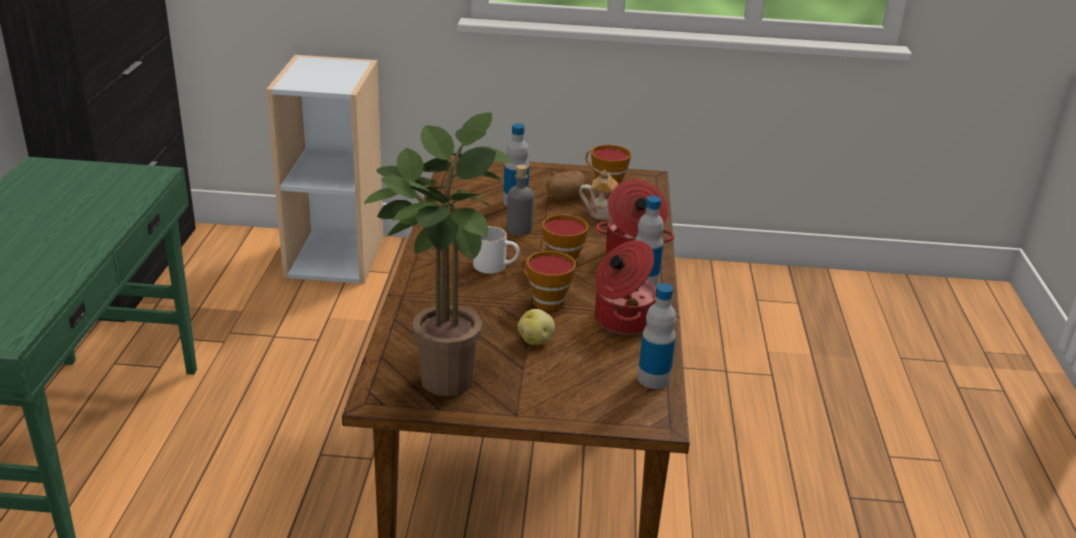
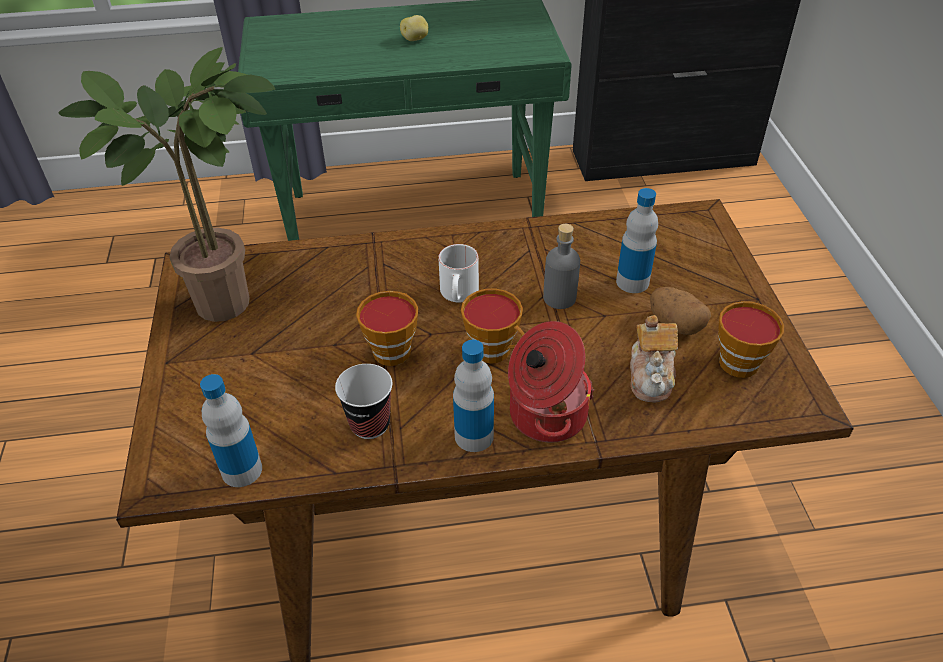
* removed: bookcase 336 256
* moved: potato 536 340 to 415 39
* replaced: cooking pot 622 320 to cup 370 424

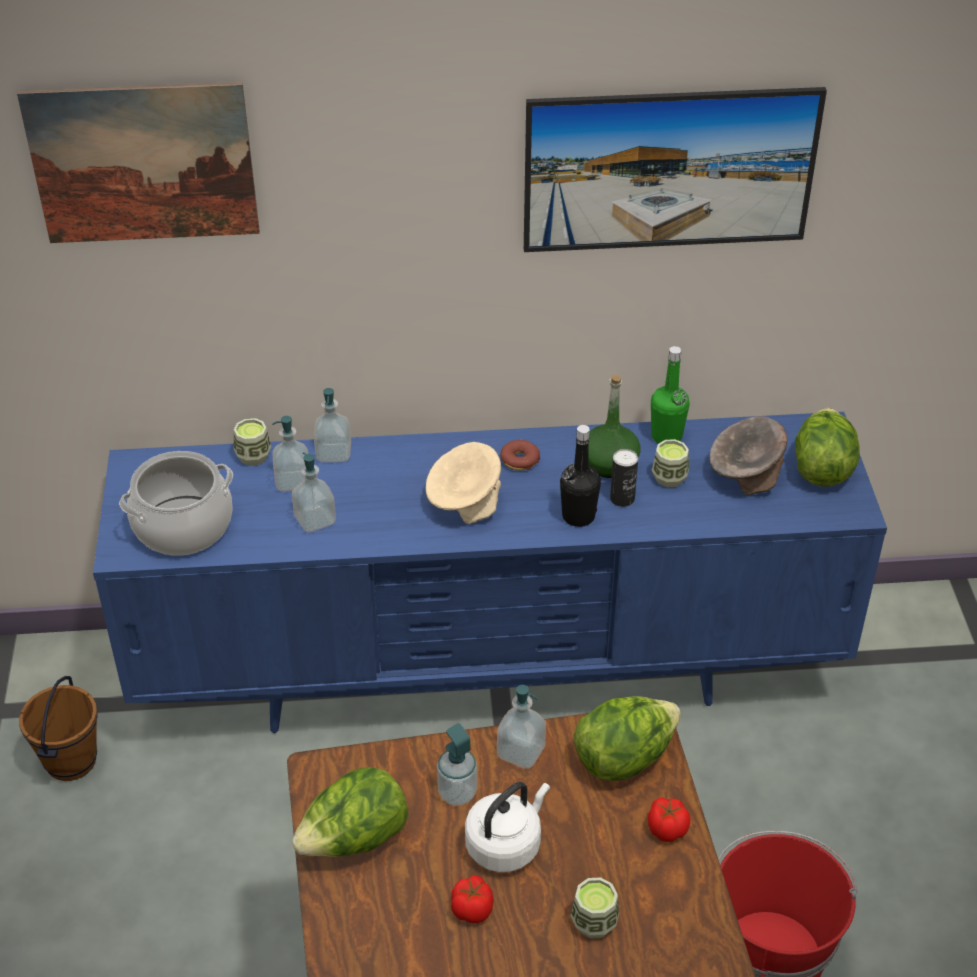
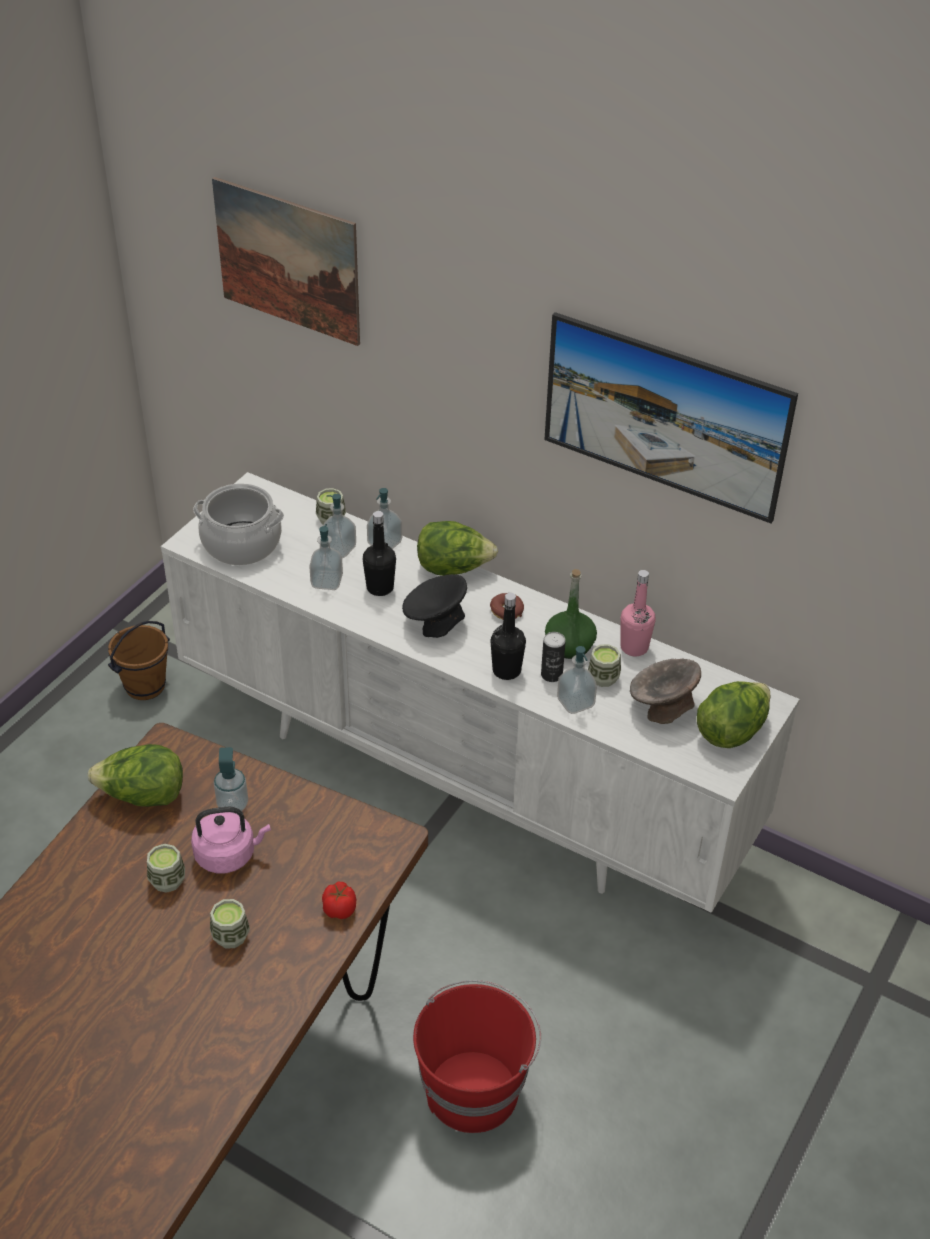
* recoloured: blue cabinet 491 670 to white cabinet 465 778
* recoloured: beige bowl 464 506 to black bowl 434 623
* replaced: tomato 472 908 to cup 167 880
* recoloured: white kettle 506 844 to pink kettle 228 855
* moved: soap dispenser 521 752 to 575 702
* moved: lettuce 624 758 to 453 568
* recoloured: green bottle 666 436 to pink bottle 634 647
* added: black bottle 380 588

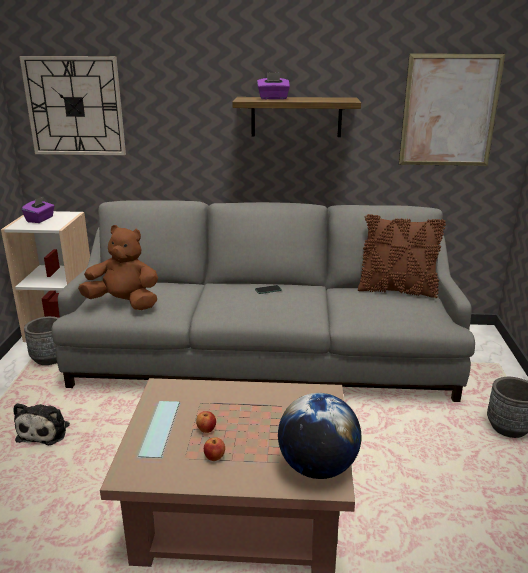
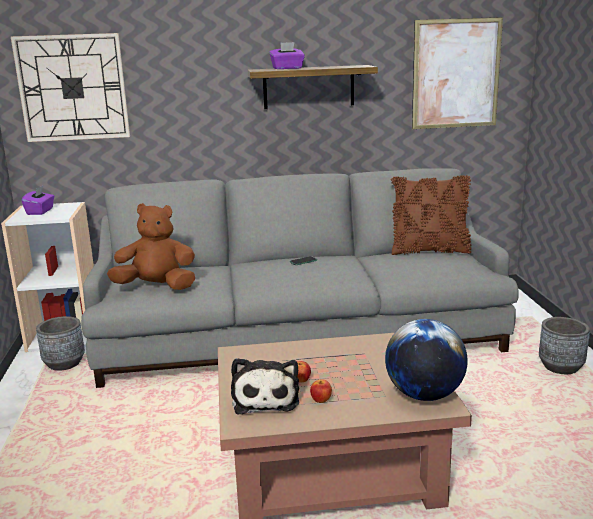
* moved: plush toy 45 431 to 265 398

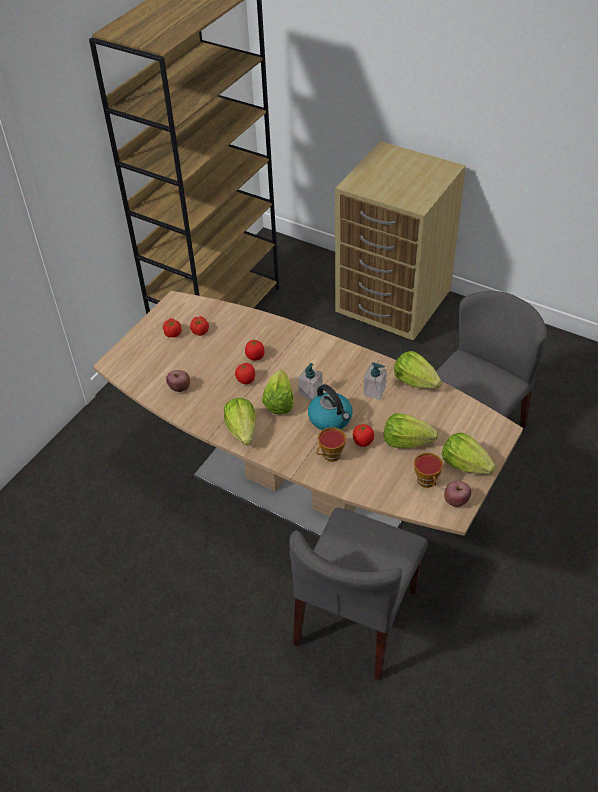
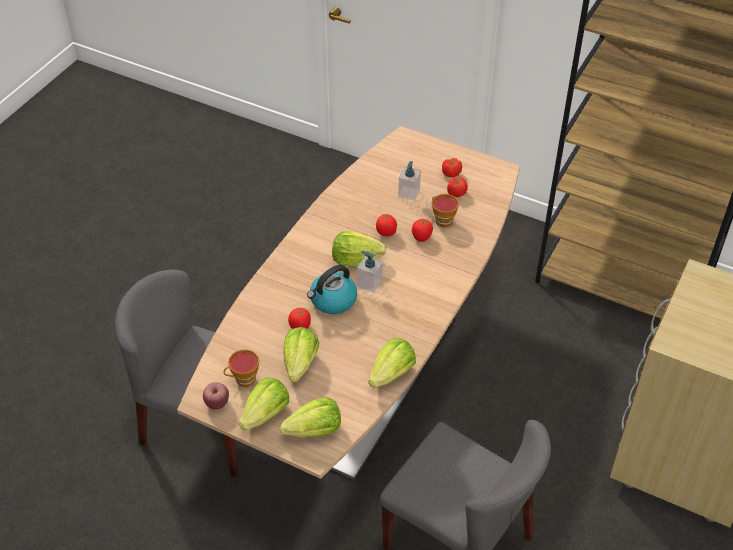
* removed: apple 179 388
* moved: lettuce 242 430 to 315 431
* moved: cup 330 456 to 442 220
* moved: soap dispenser 374 391 to 409 193

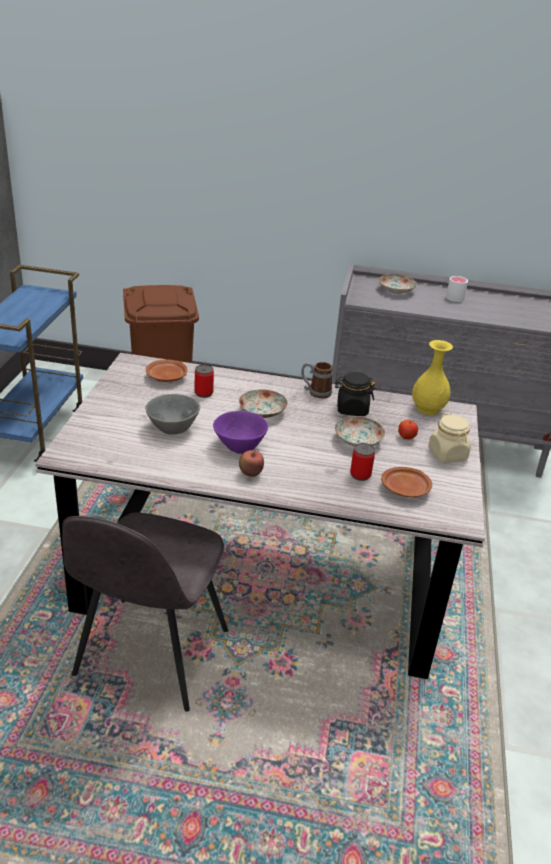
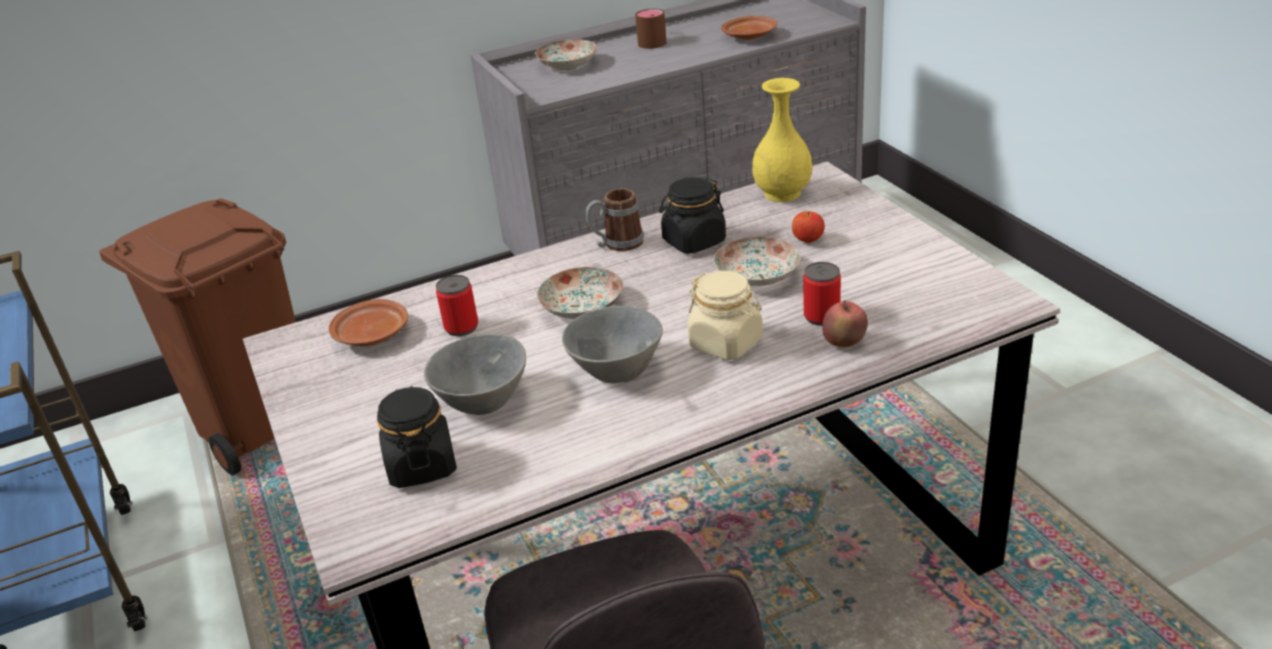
* recoloured: purple bowl 240 445 to grey bowl 616 368
* moved: apple 250 474 to 844 343
* moved: brown plate 406 489 to 750 36
* moved: beige jar 447 454 to 726 343
* recoloured: white mug 457 296 to brown mug 652 41
* added: black jar 421 465

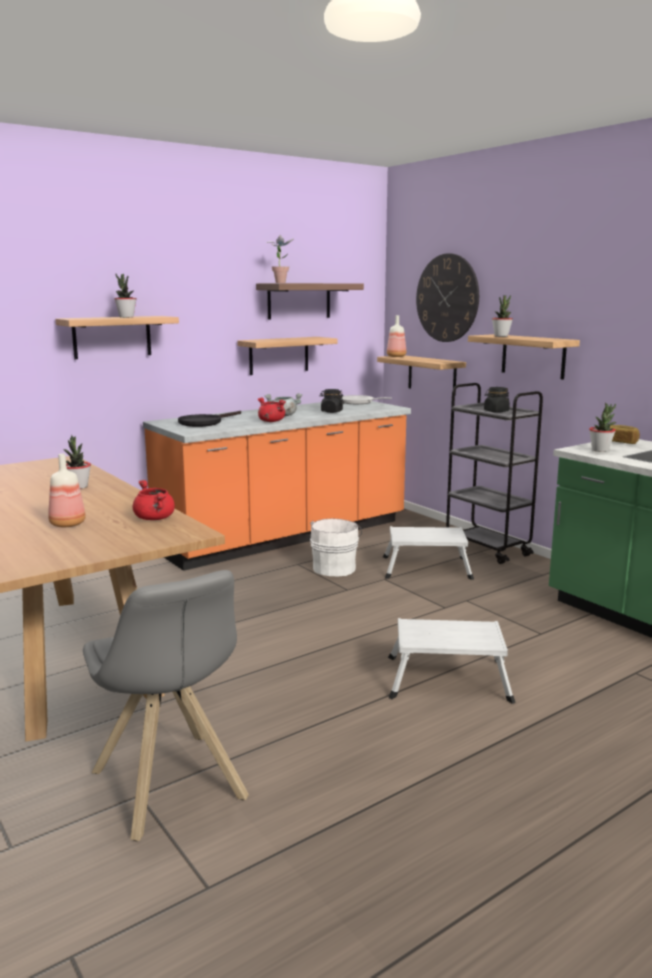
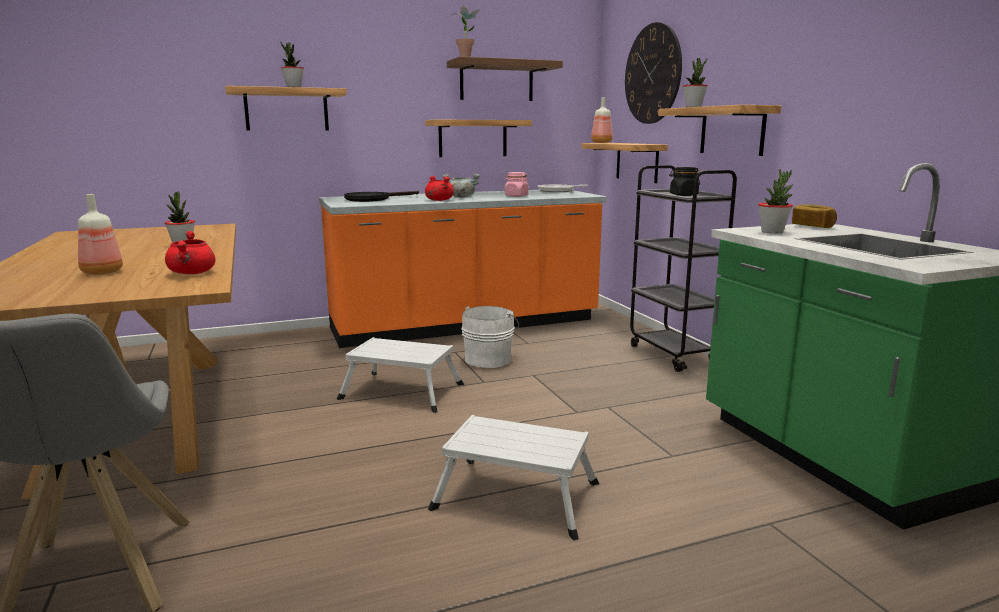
* recoloured: black jar 331 411 to pink jar 516 196
* moved: white step ladder 427 567 to 402 391

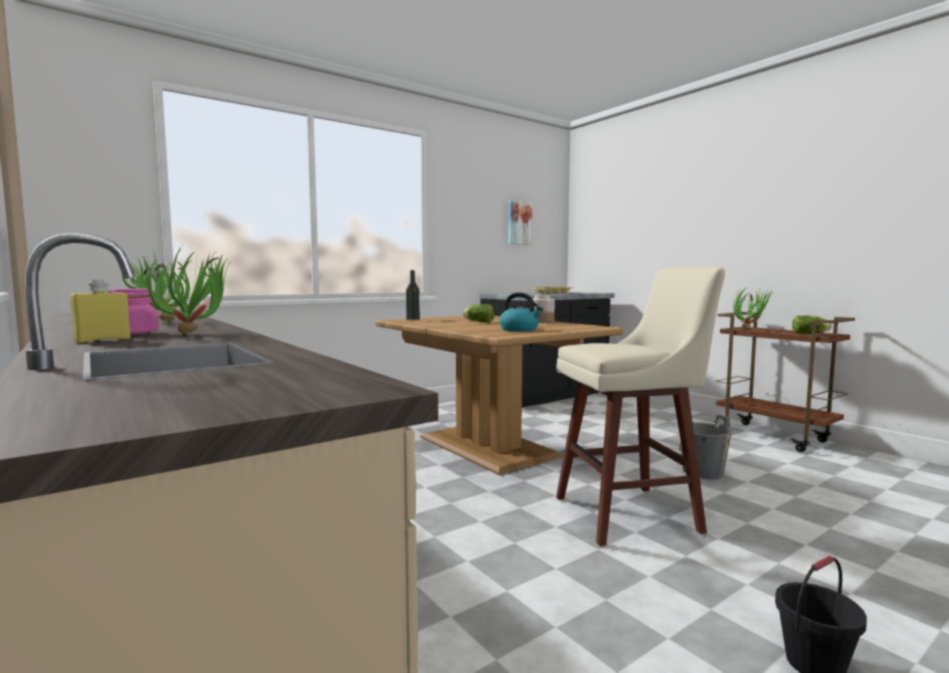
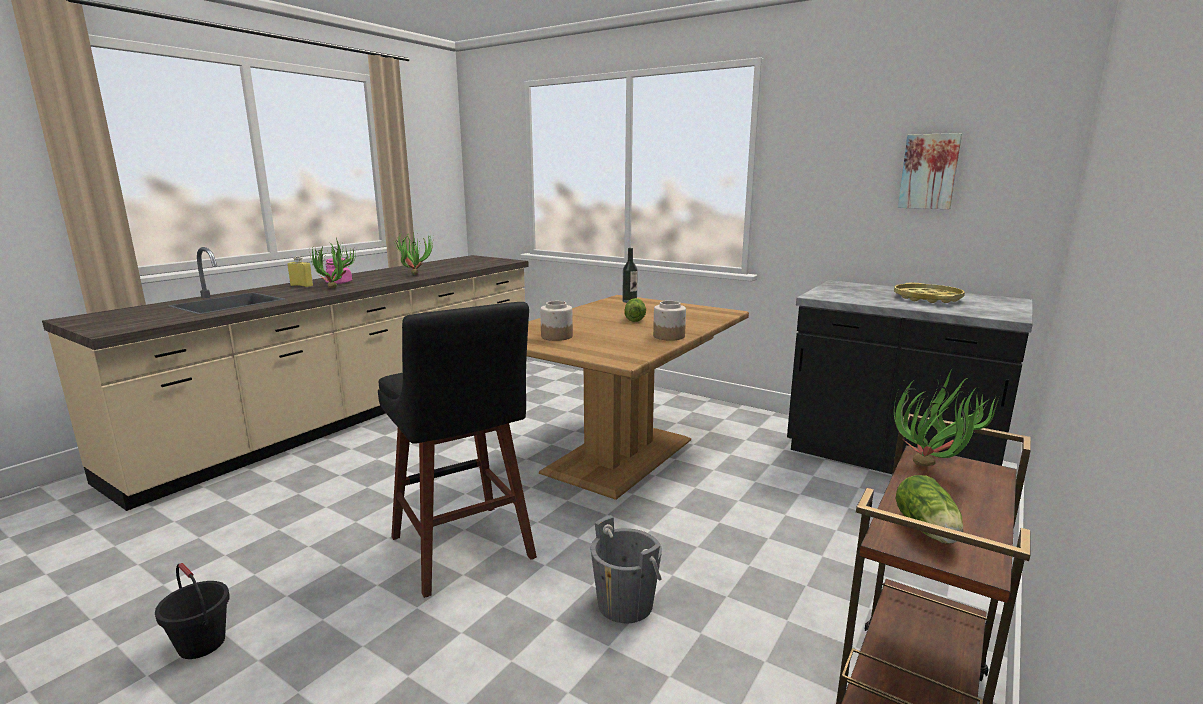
* replaced: kettle 520 329 to jar 557 336
* recoloured: beige stool 630 515 to black stool 462 550

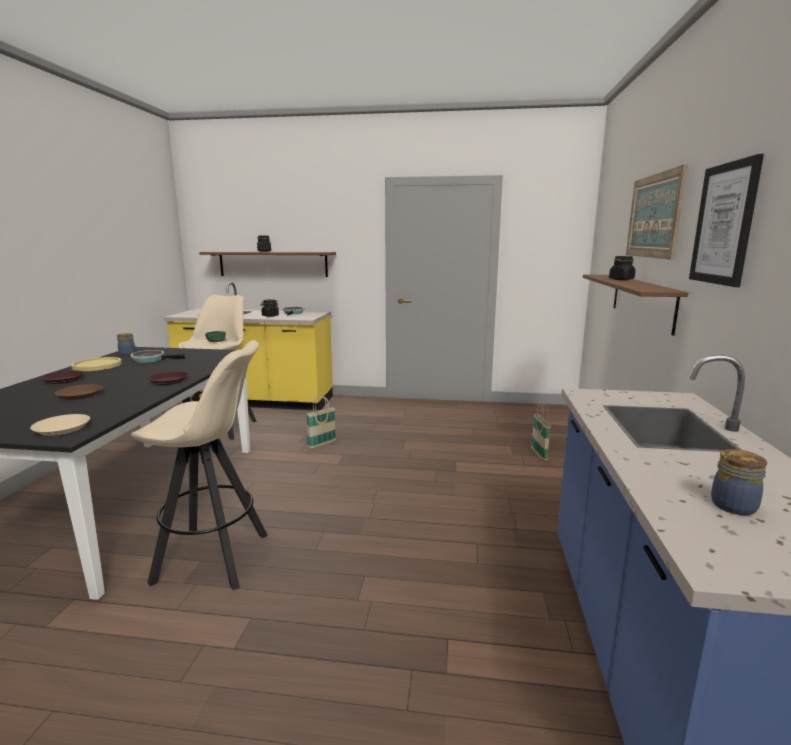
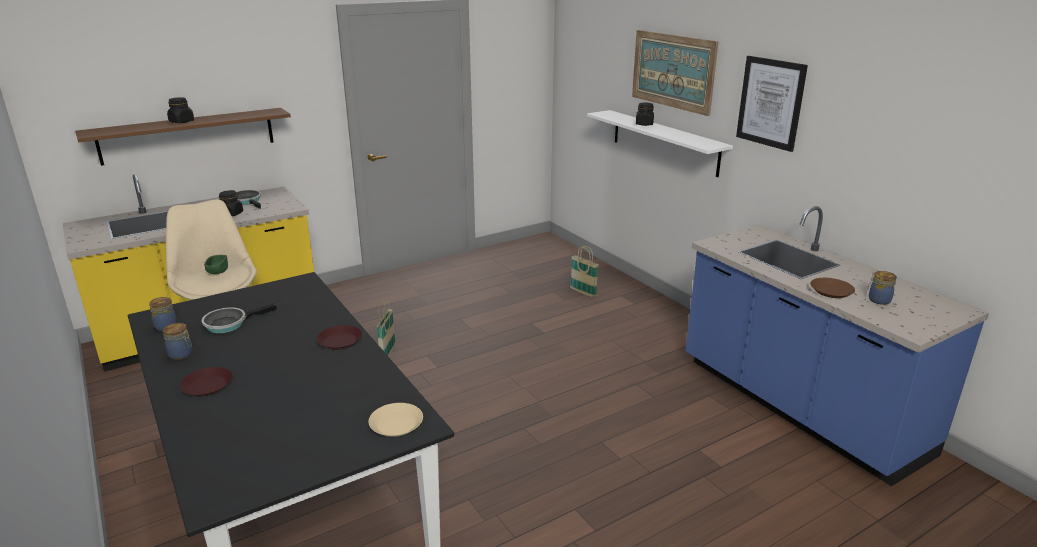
* moved: brown plate 80 395 to 831 291
* replaced: yellow plate 97 365 to jar 181 354
* removed: beige stool 215 558
* recoloured: brown shelf 641 300 to white shelf 664 142

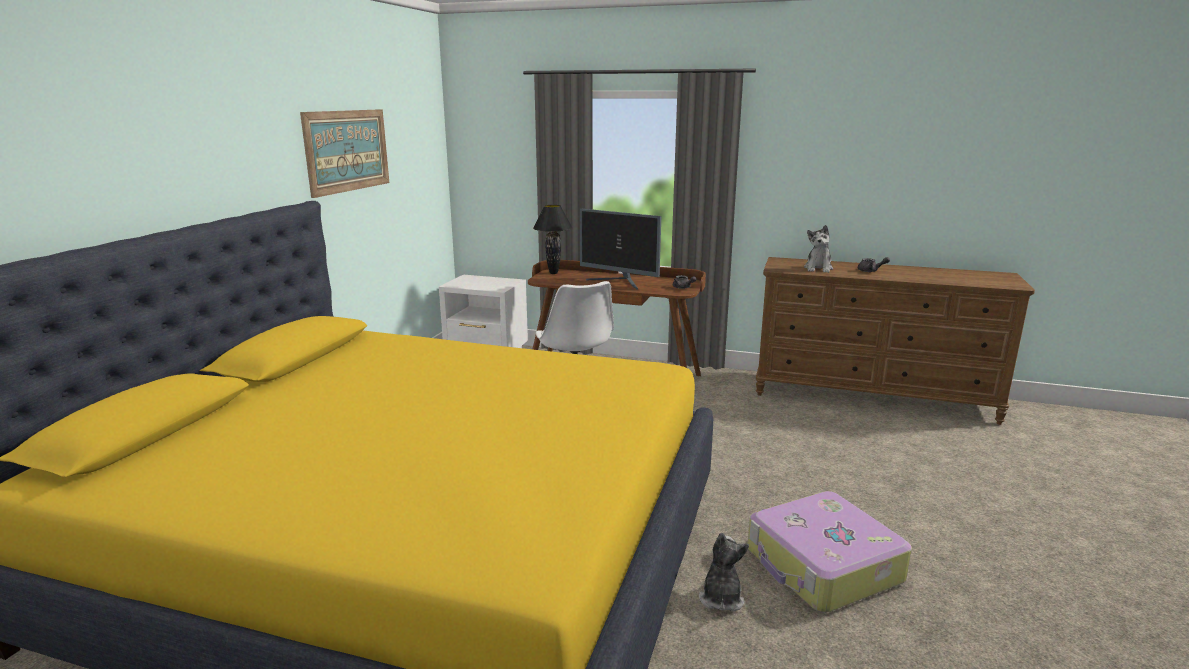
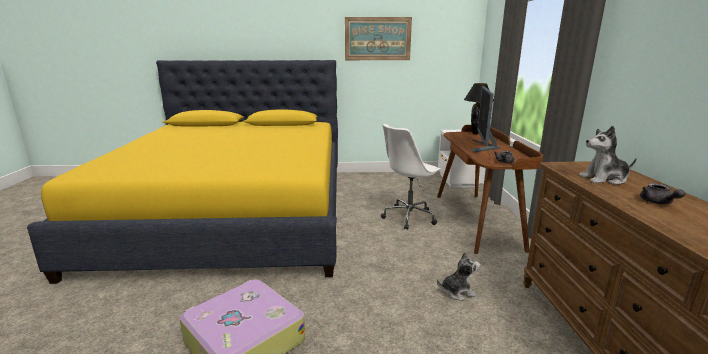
* moved: plush toy 721 598 to 457 292

